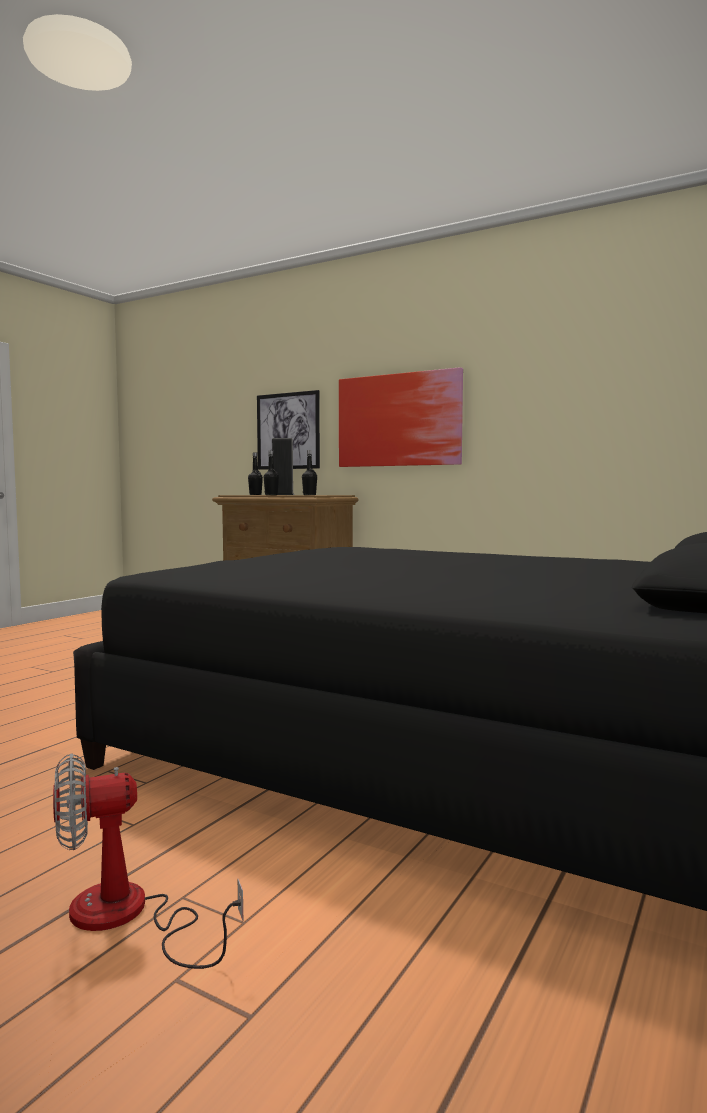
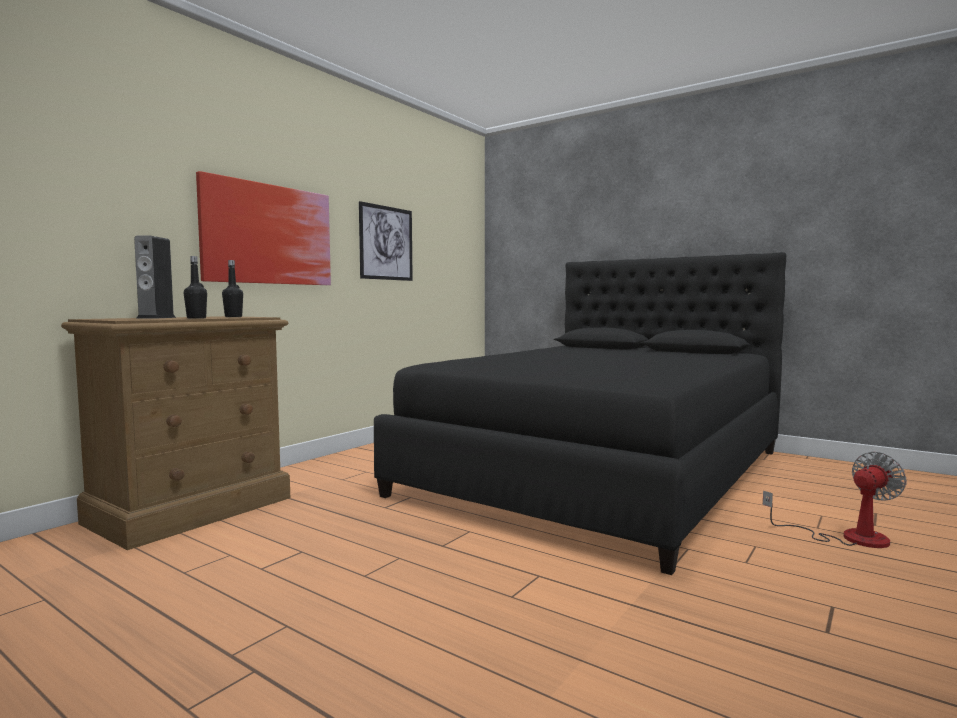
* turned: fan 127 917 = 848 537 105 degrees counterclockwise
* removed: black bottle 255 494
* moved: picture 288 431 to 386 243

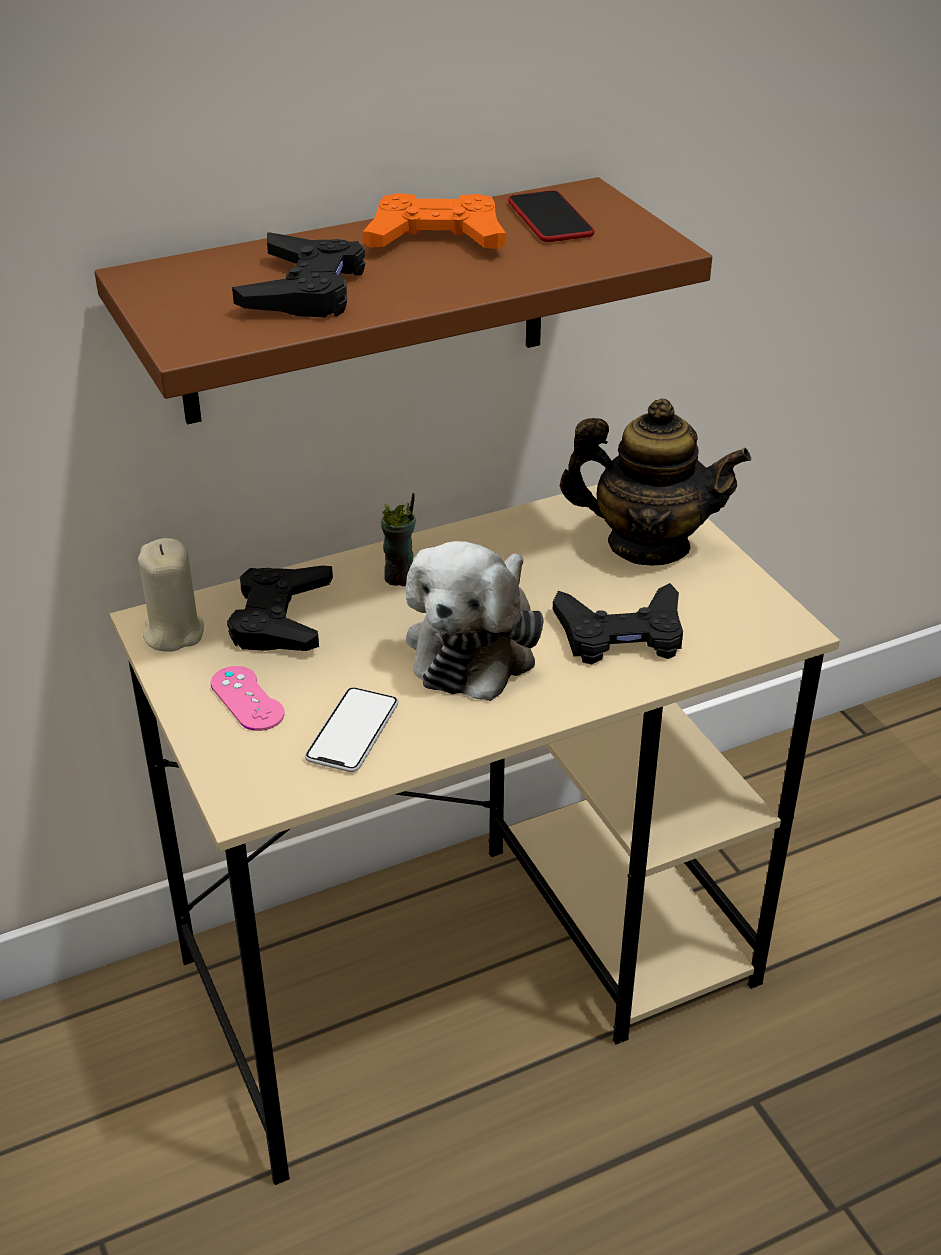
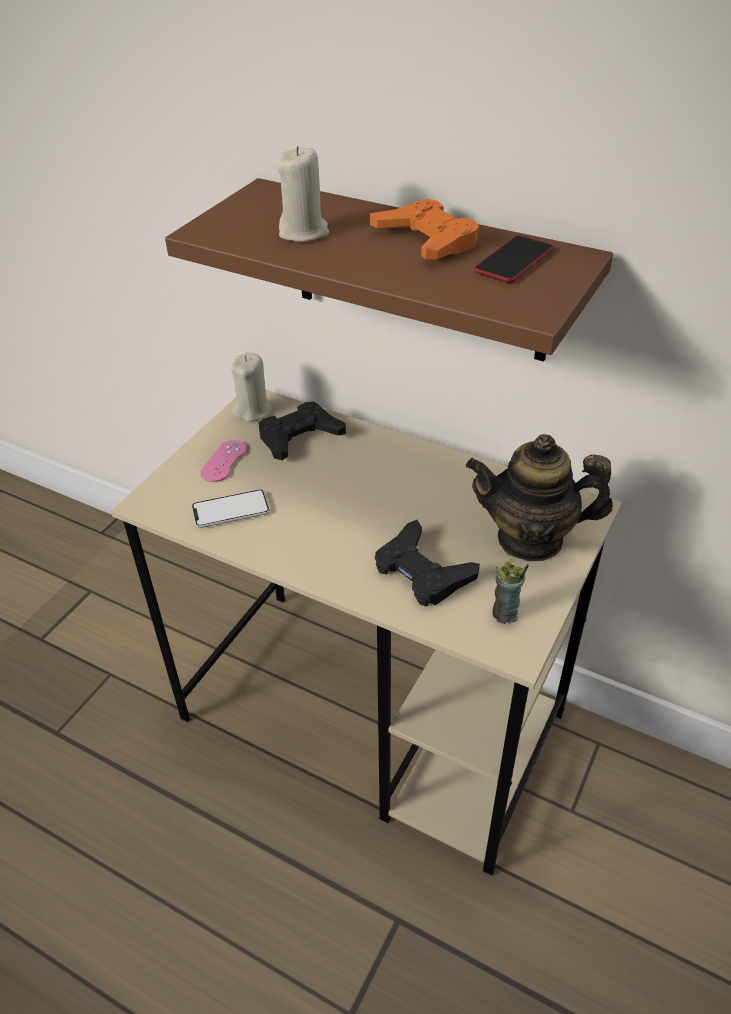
* replaced: black game controller 304 290 to beige candle 304 232
* moved: cup 400 578 to 505 614
* removed: plush toy 476 646
* turned: teapot 648 545 = 530 539 120 degrees clockwise

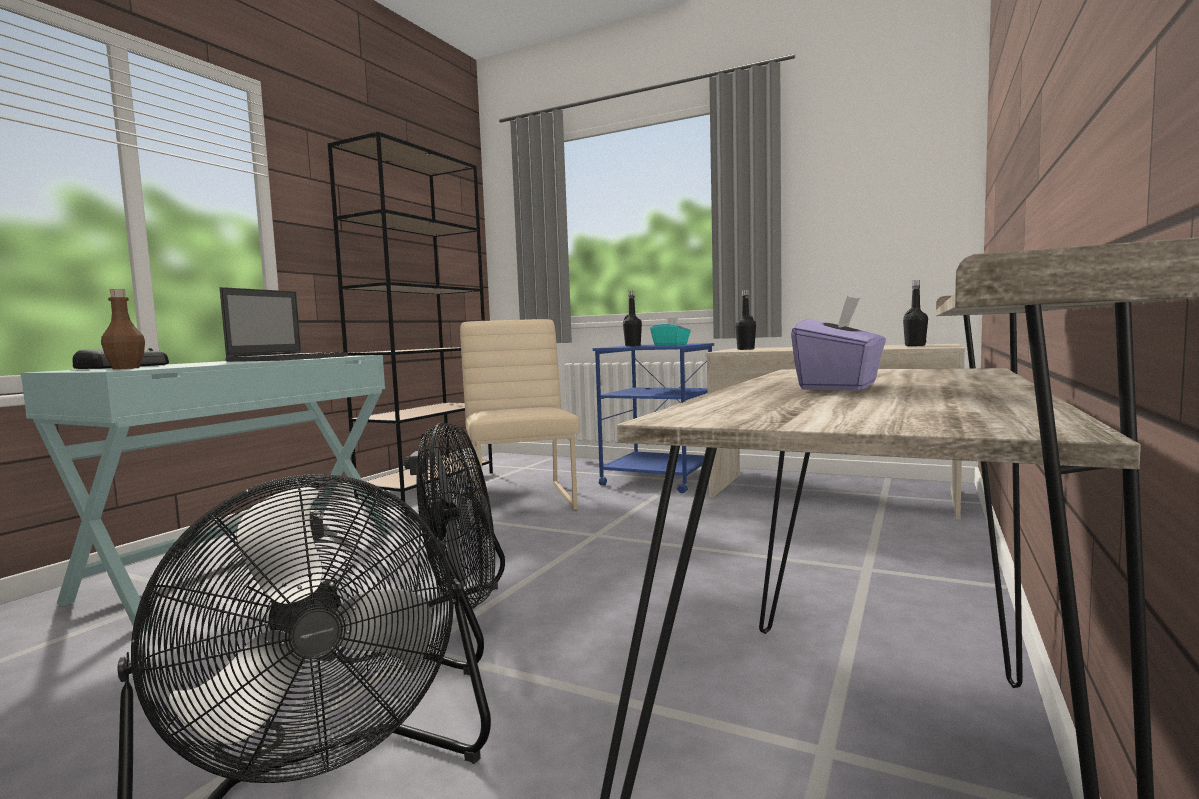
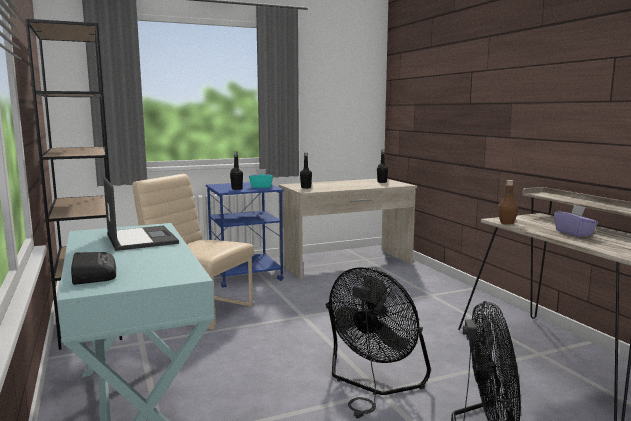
* moved: brown bottle 126 368 to 506 223

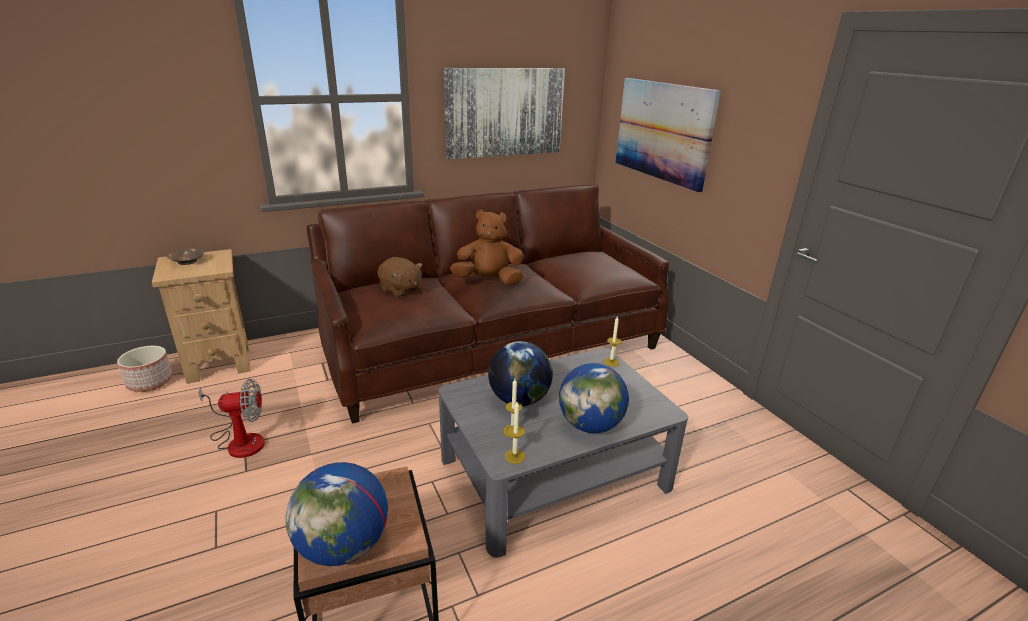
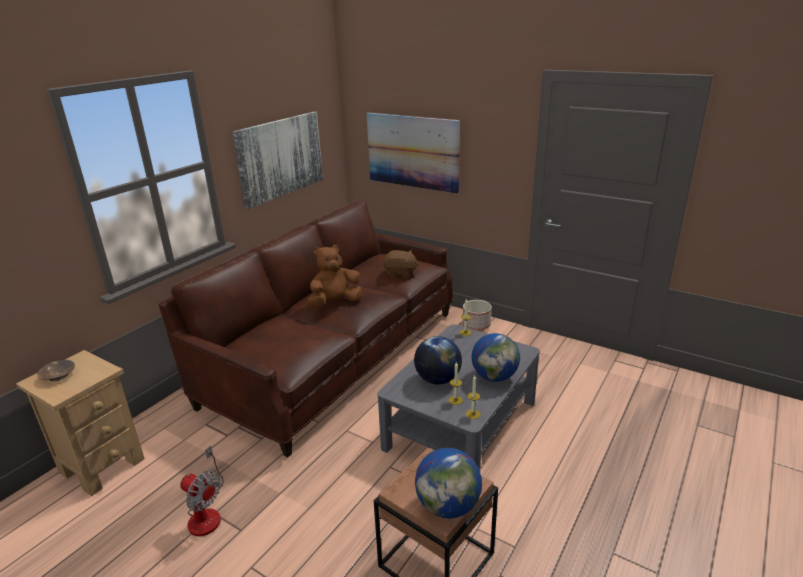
* moved: planter 151 382 to 476 325
* turned: fan 240 440 = 206 513 75 degrees clockwise
* moved: brown plush toy 400 290 to 400 273

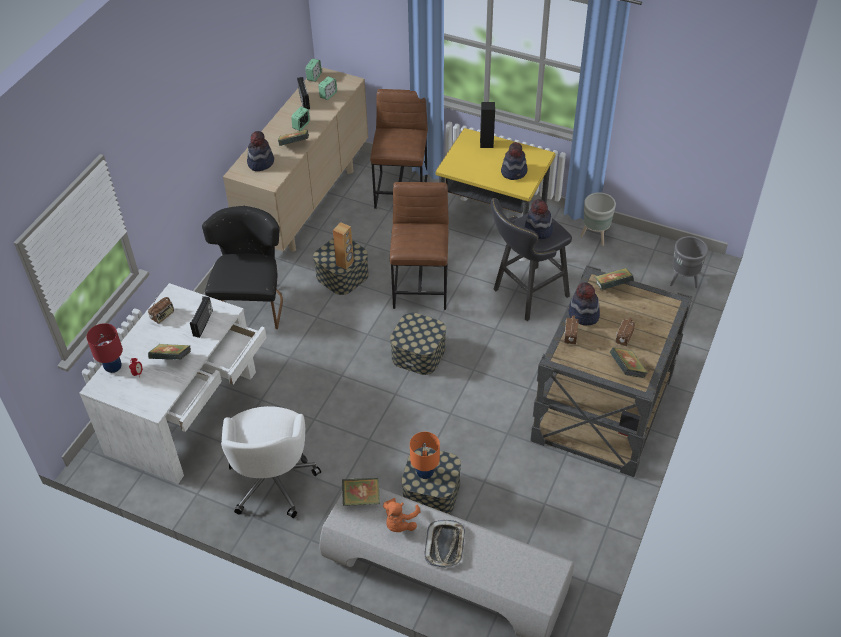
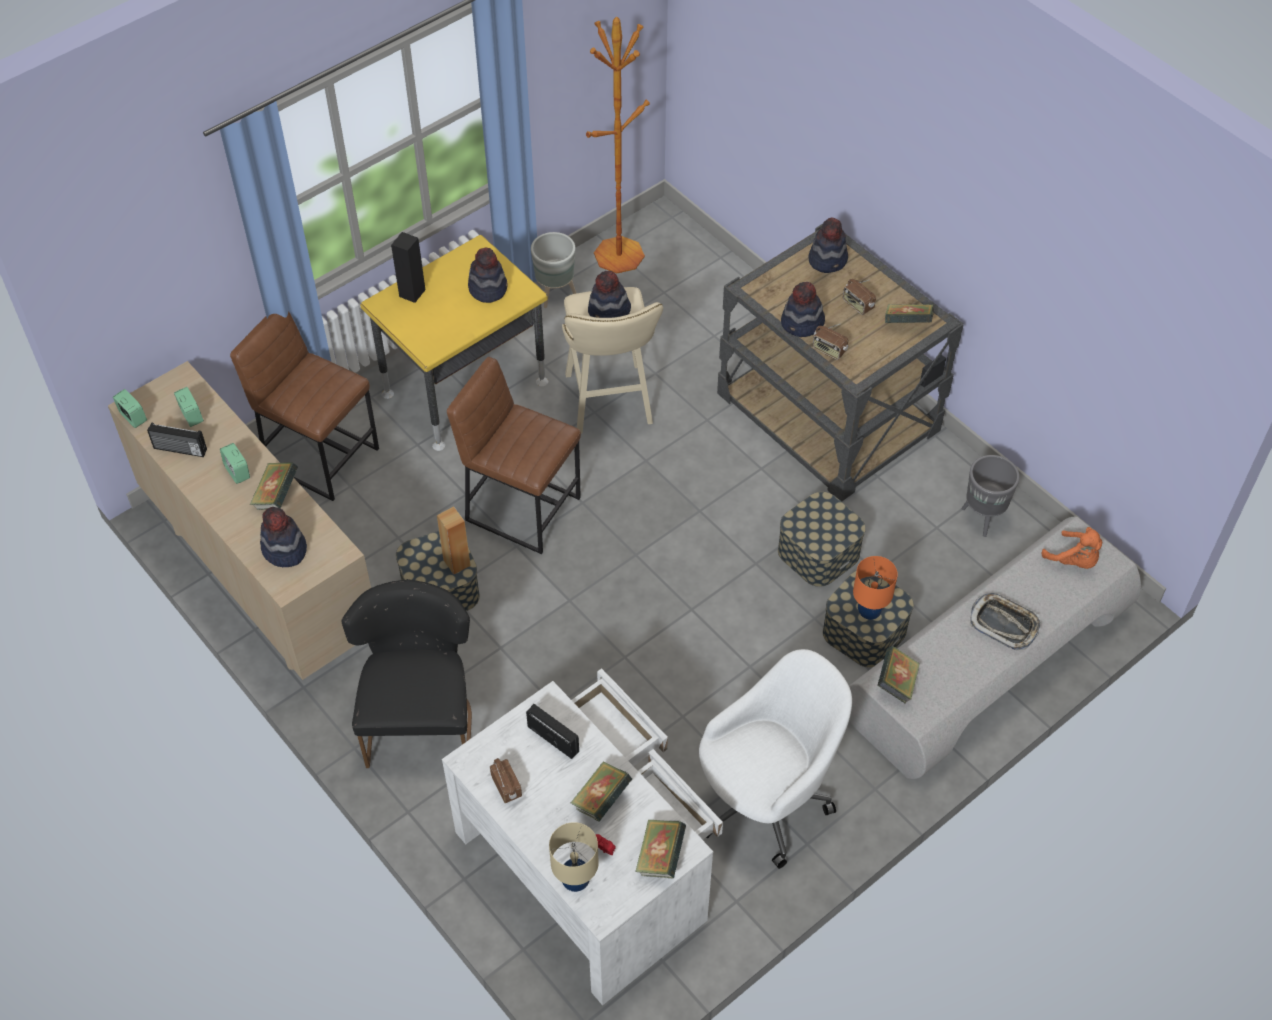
* recoloured: red table lamp 113 367 to beige table lamp 574 880
* turned: black chair 251 303 = 420 719 60 degrees clockwise
* turned: white office chair 272 483 = 764 802 60 degrees counterclockwise
* moved: orange plush toy 400 523 to 1074 560
* moved: storage box 418 353 to 818 552
* recoloured: black stool 524 296 to beige stool 610 408
* moved: book 612 286 to 660 857
* moved: grey planter 683 281 to 983 518
* added: orange clothes rack 619 254
* added: hat 828 259

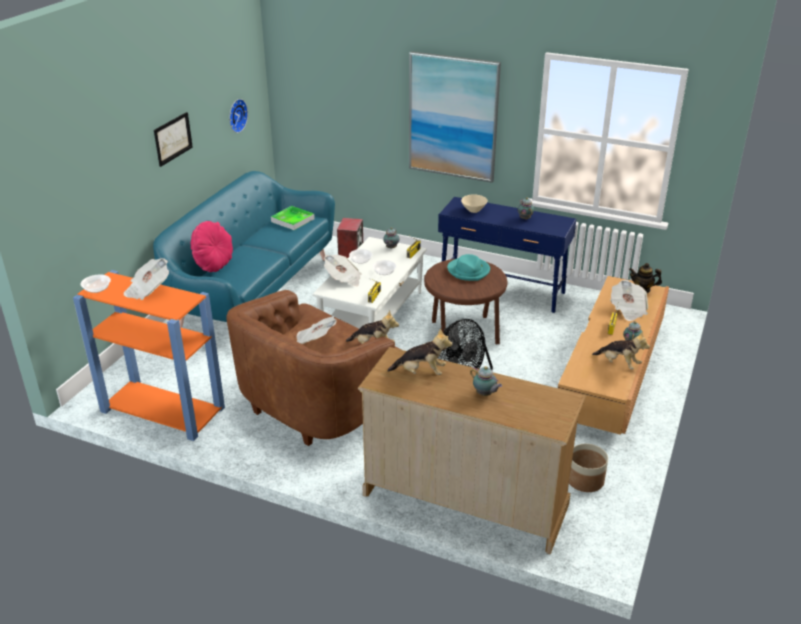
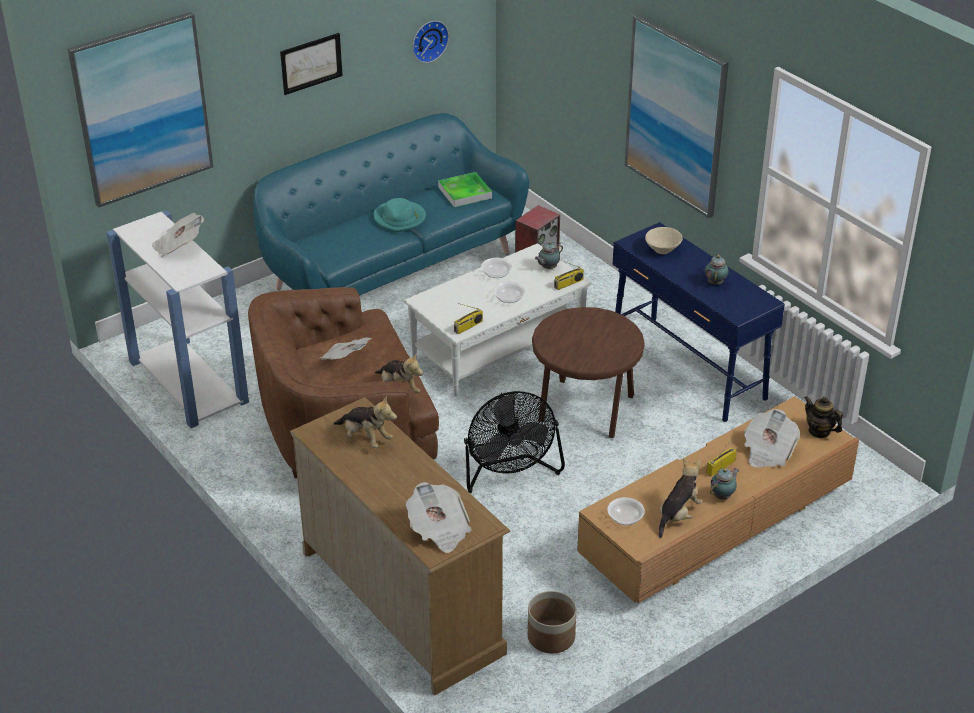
* recoloured: orange bookcase 162 409 to white bookcase 188 381
* moved: bowl 97 289 to 625 518
* removed: pink pillow 214 266
* moved: newspaper 343 279 to 439 530
* moved: turquoise hat 469 271 to 400 218
* removed: teapot 485 394
* turned: plush toy 619 364 = 678 515 120 degrees counterclockwise
* added: picture 142 109

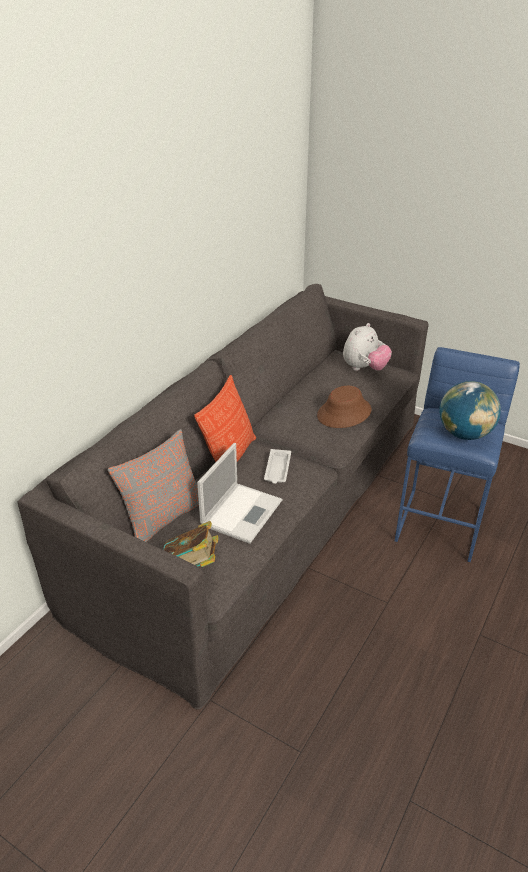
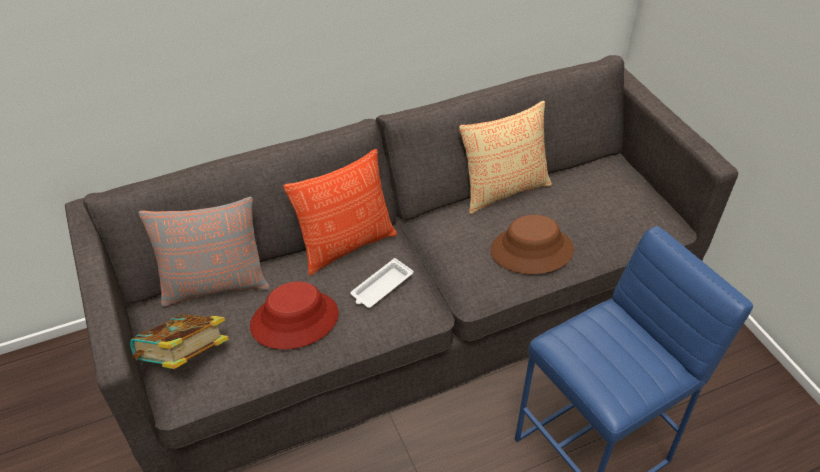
* replaced: laptop 242 511 to red hat 294 320
* removed: plush toy 364 369
* removed: globe 464 434
* added: beige pillow 504 191

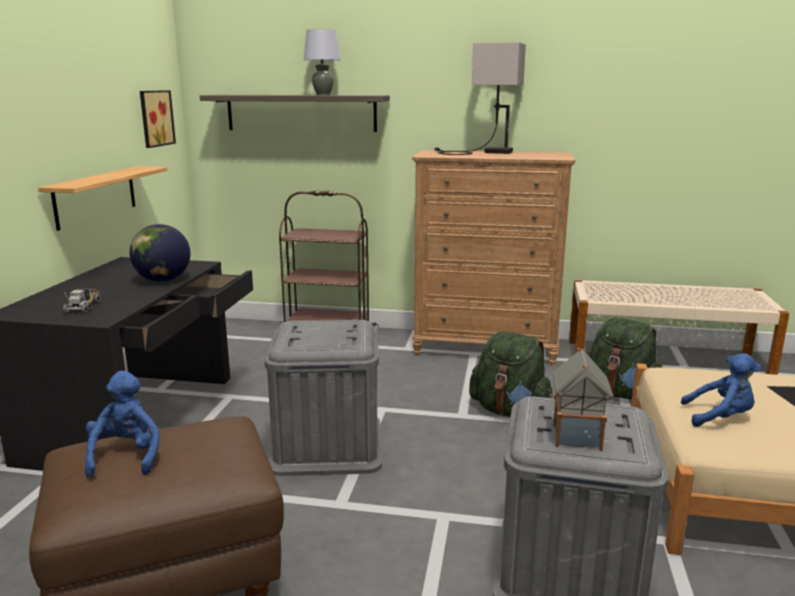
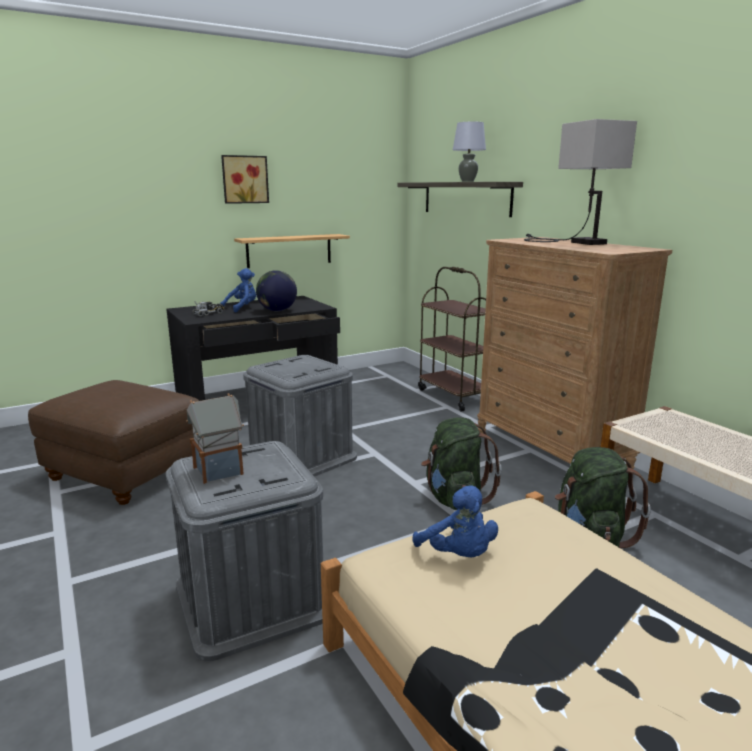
* moved: blue plush toy 126 456 to 242 308
* moved: picture 154 118 to 244 179

